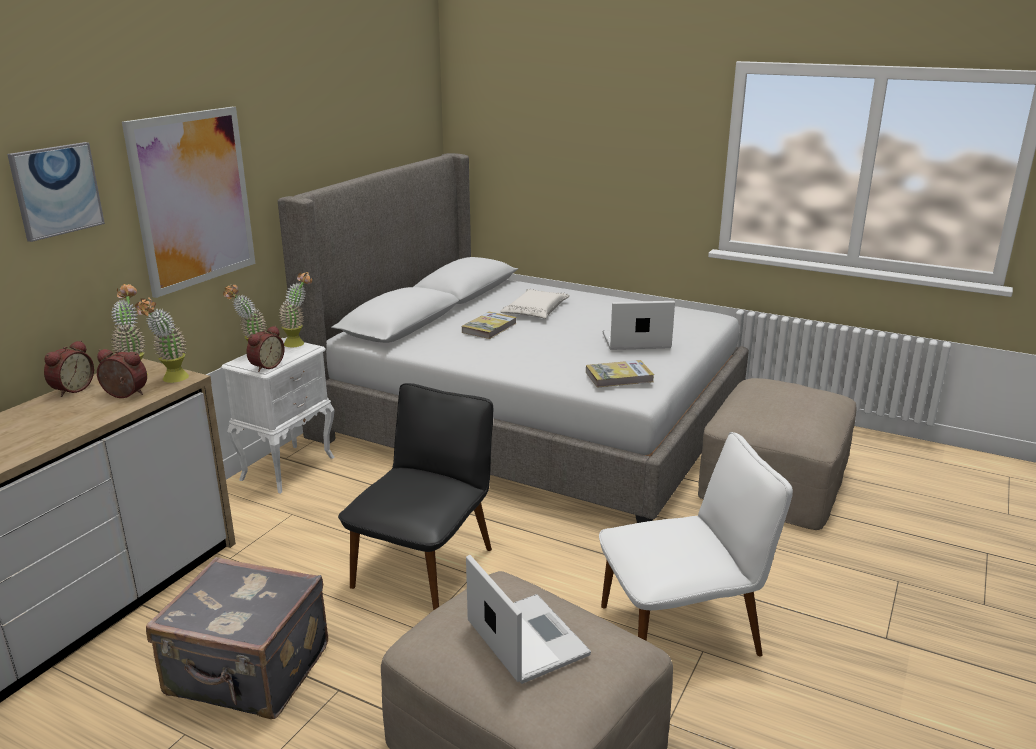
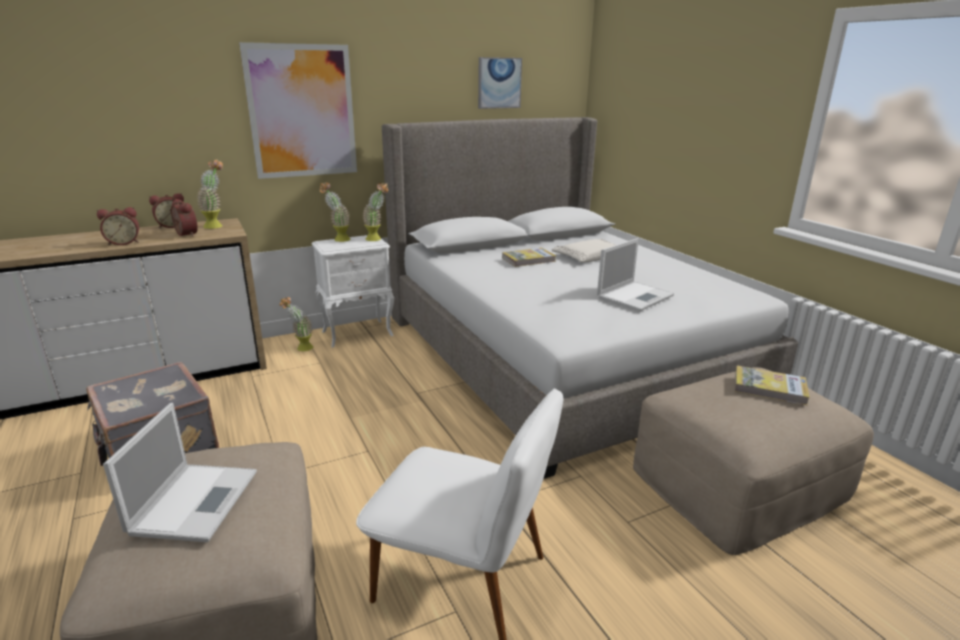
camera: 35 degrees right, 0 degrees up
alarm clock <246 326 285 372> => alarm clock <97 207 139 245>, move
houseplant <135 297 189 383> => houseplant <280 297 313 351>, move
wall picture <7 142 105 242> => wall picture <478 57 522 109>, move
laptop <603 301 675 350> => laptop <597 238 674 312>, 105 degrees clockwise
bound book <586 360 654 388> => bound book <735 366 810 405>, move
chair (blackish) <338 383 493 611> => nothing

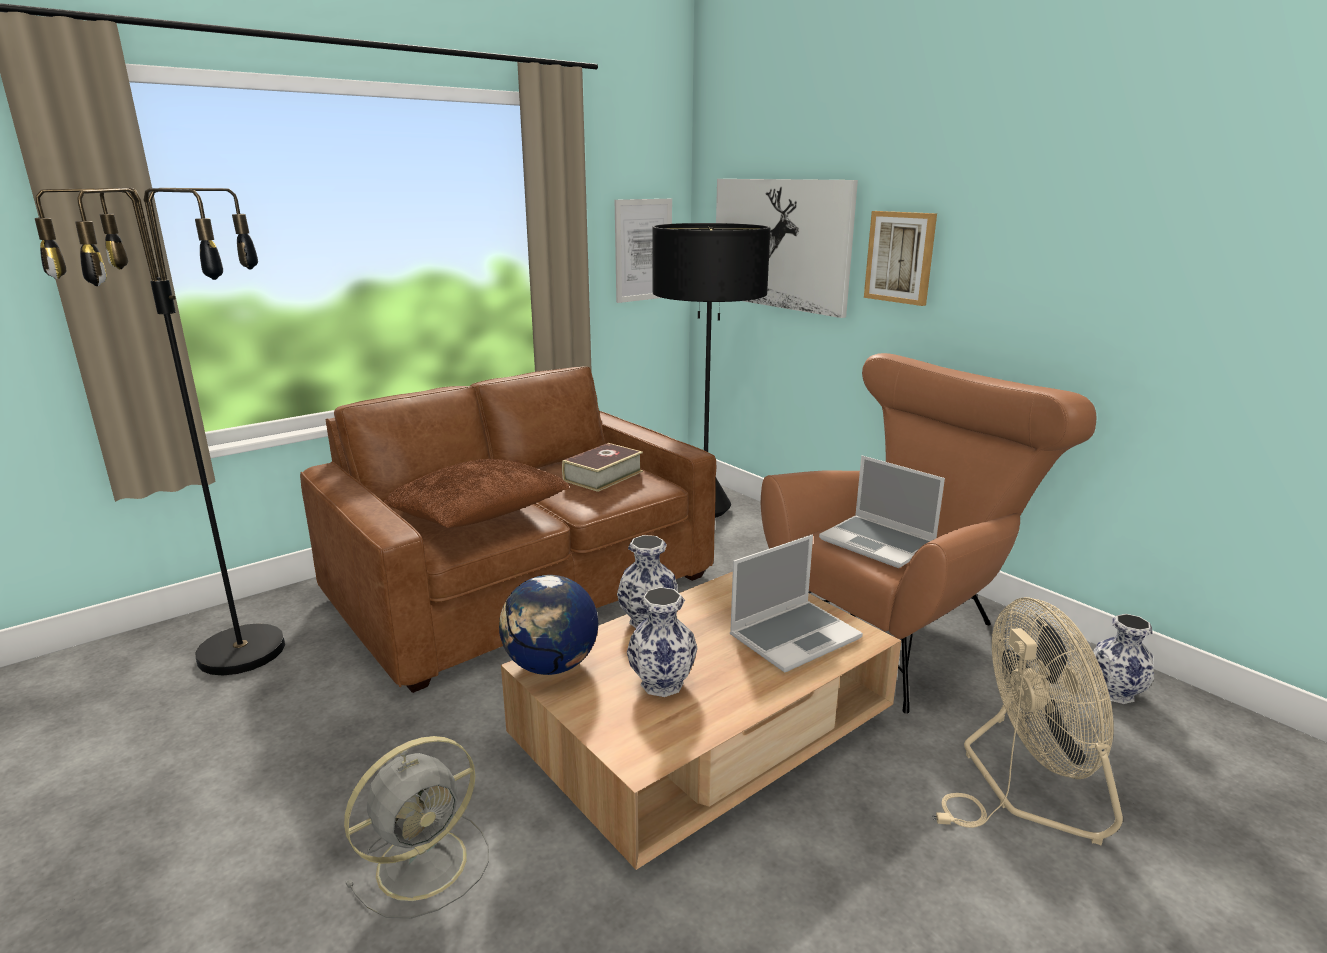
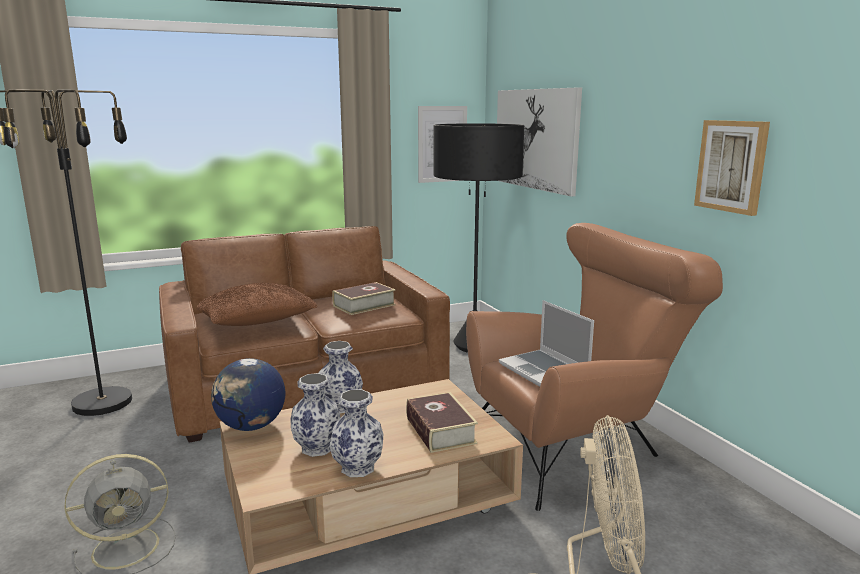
camera: 15 degrees right, 5 degrees down
flower vase <1092 614 1154 704> => flower vase <329 389 383 477>, move
laptop <730 535 863 672> => bound book <406 392 478 453>
wall picture <864 211 937 306> => wall picture <694 120 770 216>, move

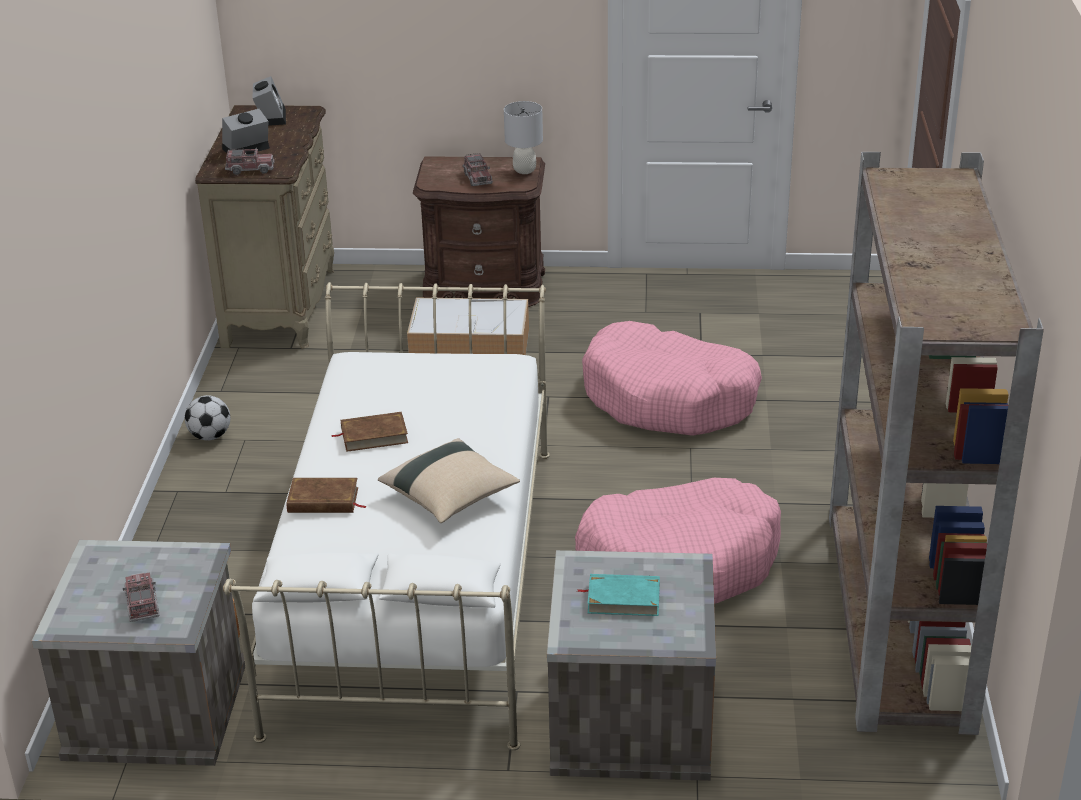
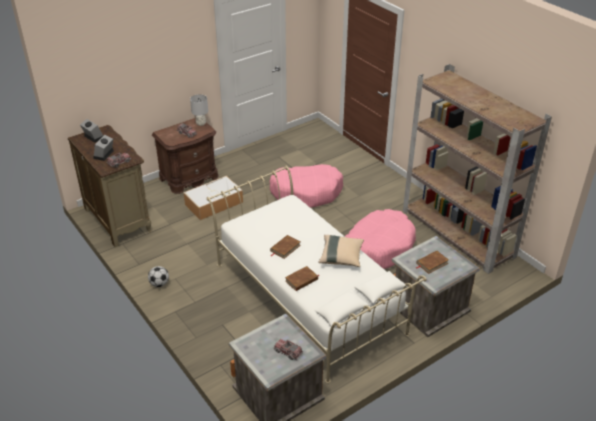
camera: 40 degrees left, 5 degrees up
bound book (turquoise) <577 574 660 616> => bound book (brown) <416 251 449 274>

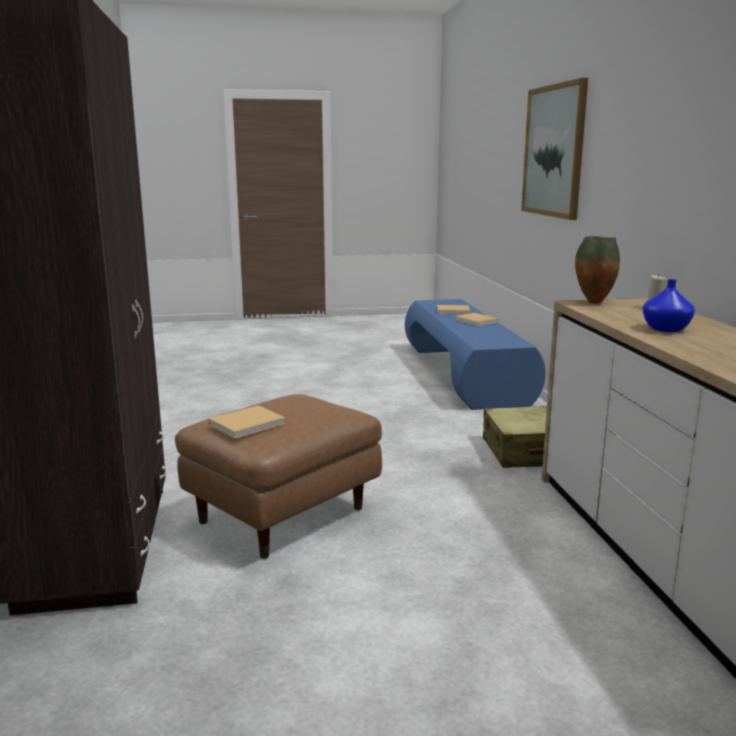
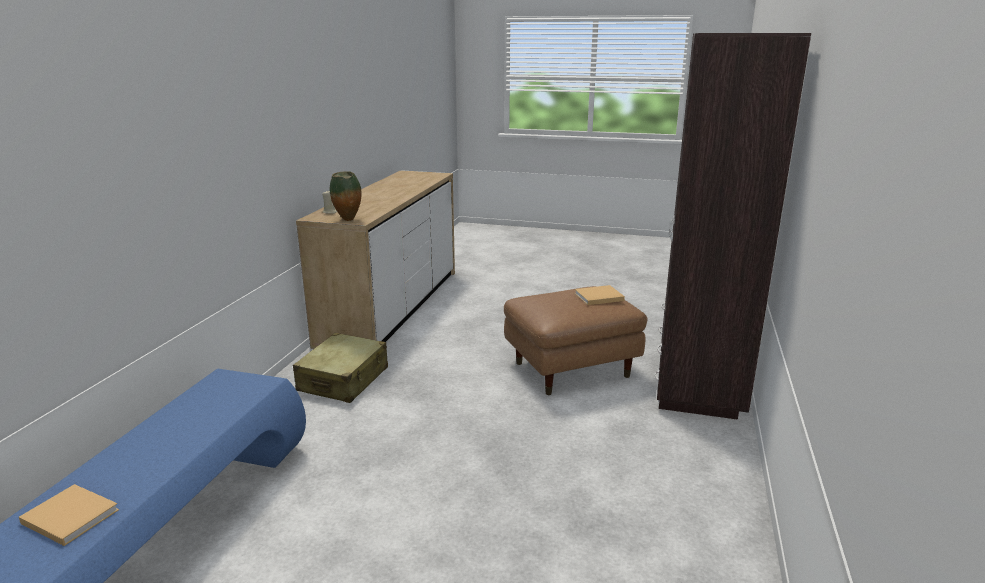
camera: 155 degrees left, 5 degrees up
bound book (beige) <455 313 498 326> => nothing
wall picture <521 78 588 220> => nothing
flower vase (blue) <643 279 695 332> => nothing

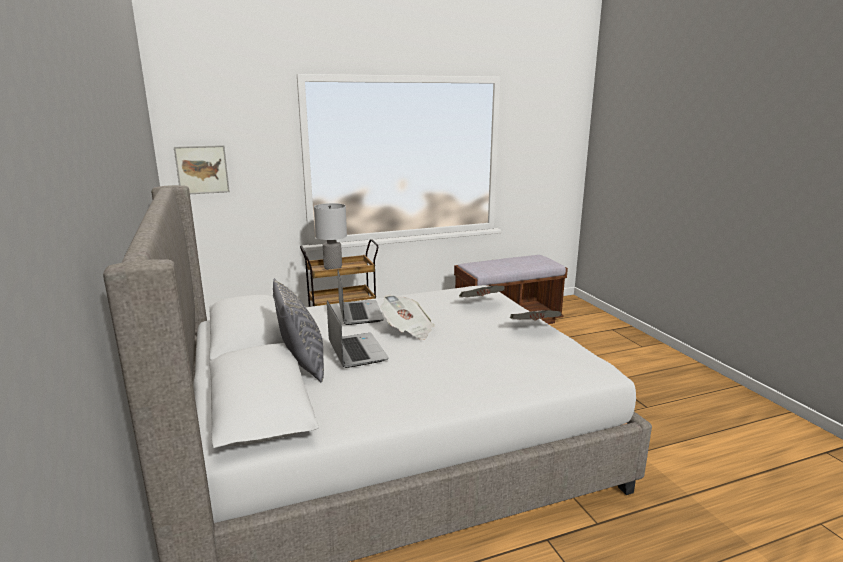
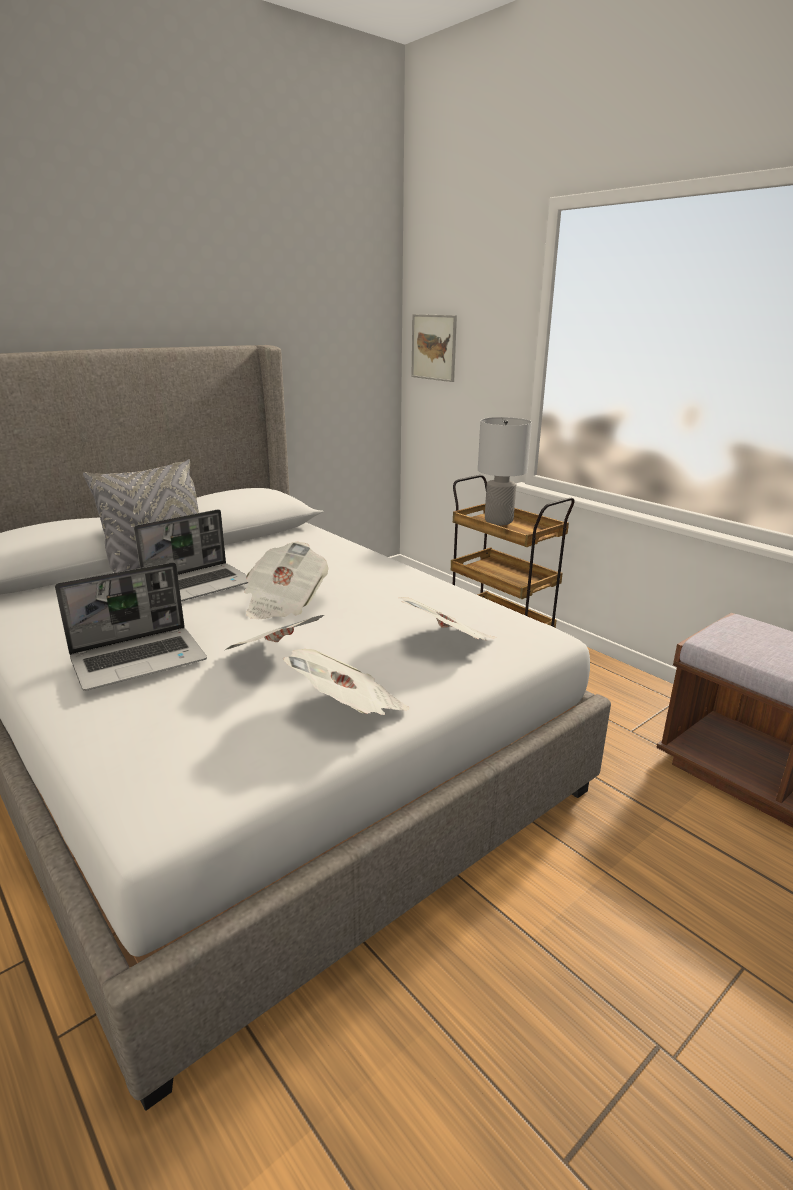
camera: 70 degrees right, 5 degrees up
laptop <338 270 384 325> => laptop <55 562 207 691>, move
nothing => printed paper <225 615 324 650>

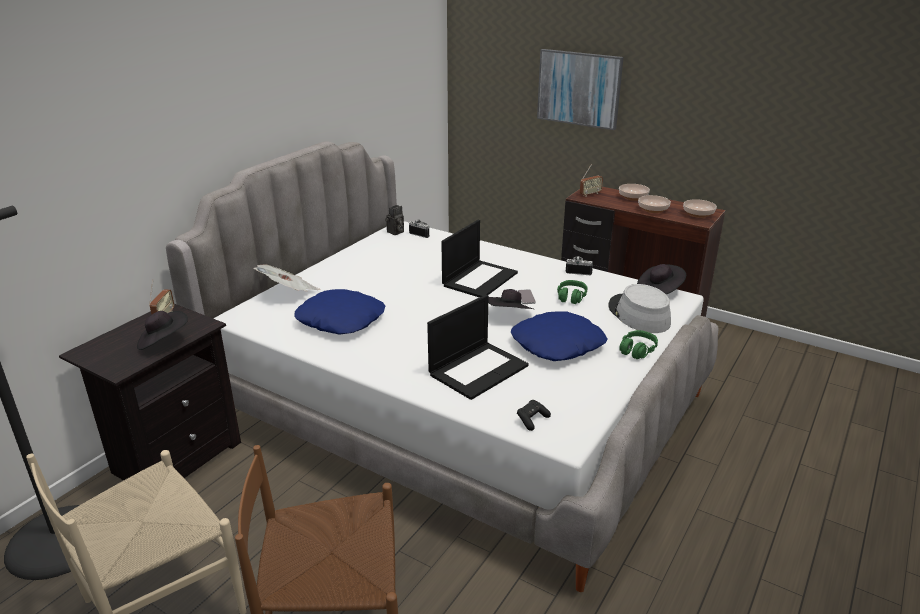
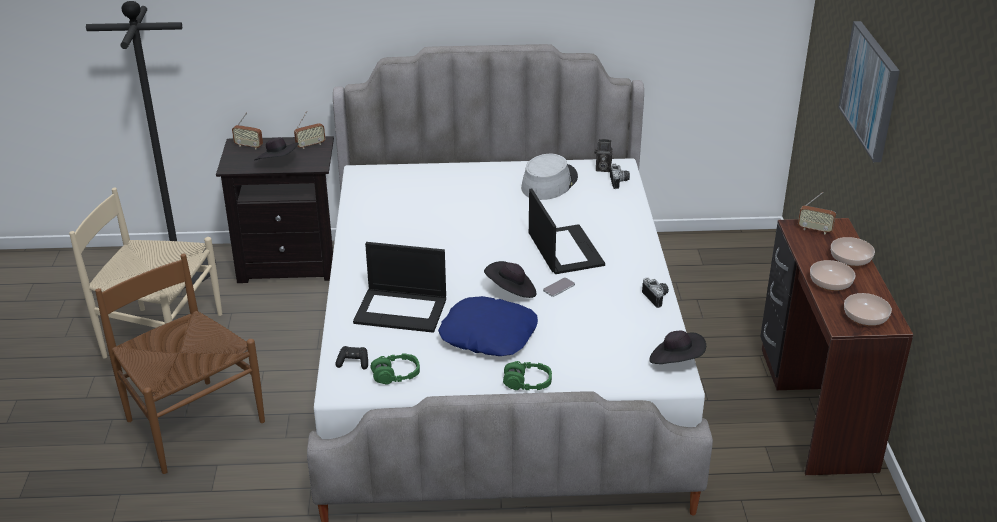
camera: 55 degrees right, 5 degrees up
nothing => radio set <232 112 263 149>
headset (green) <557 280 588 304> => headset (green) <370 354 420 384>, move
clothing hat (grey) <608 284 671 333> => clothing hat (grey) <521 154 578 200>, move
laptop <441 220 518 297> => laptop <529 189 605 274>, 105 degrees counterclockwise
printed paper <254 265 320 291> => nothing
cushion (blue) <294 289 385 335> => nothing

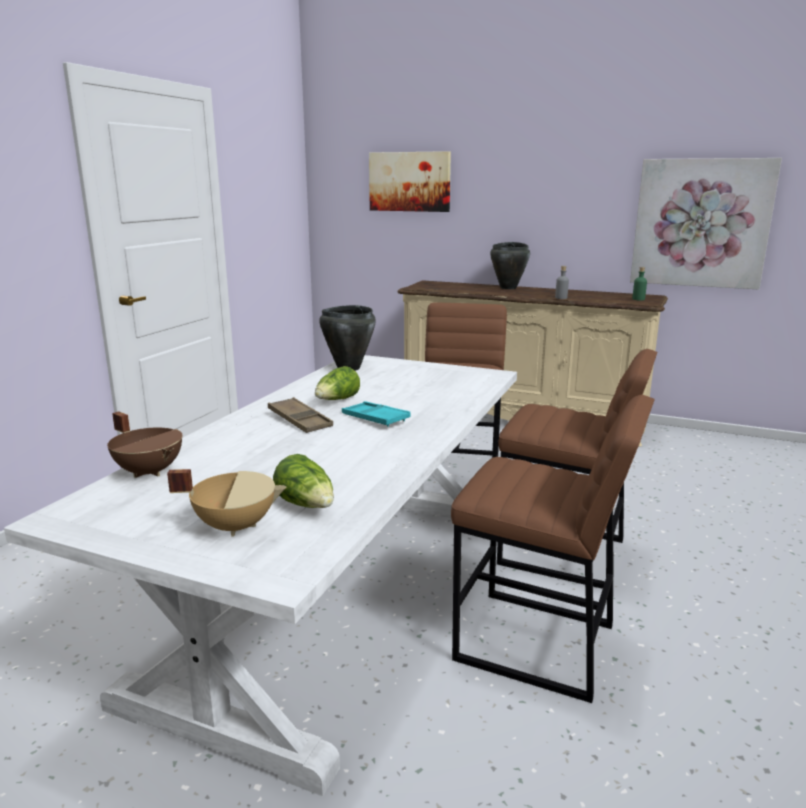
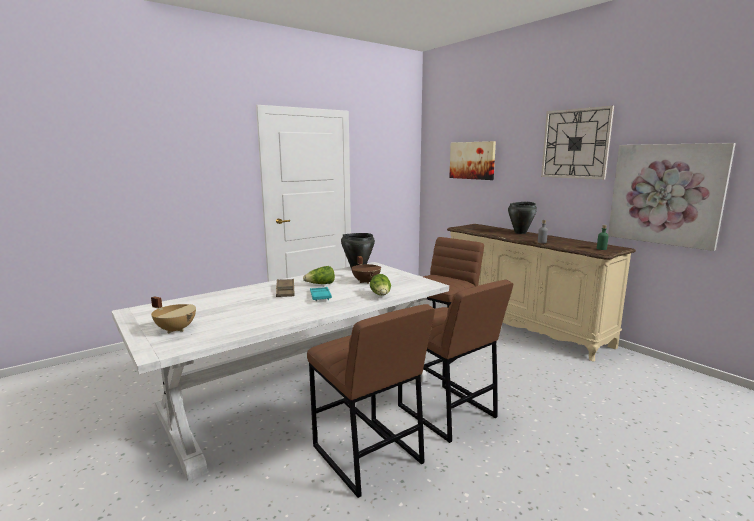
camera: 30 degrees right, 5 degrees down
stockpot (brown) <107 411 183 478> => stockpot (brown) <351 256 381 284>, move
head of lettuce <273 454 334 508> => head of lettuce <370 274 391 295>, move
nothing => clock on the wall <541 106 614 179>

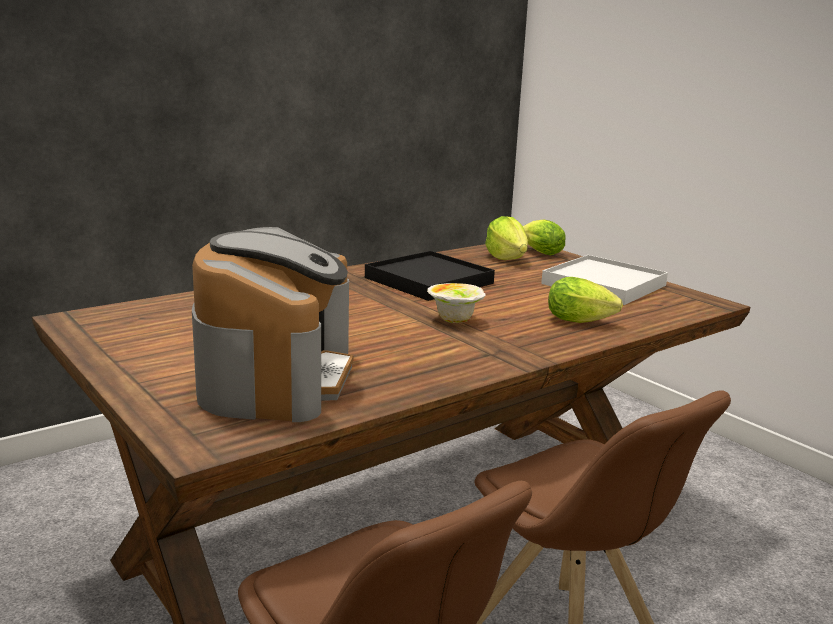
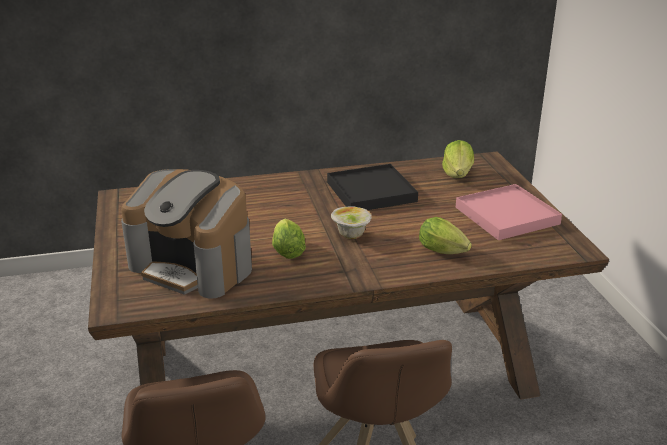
camera: 25 degrees right, 10 degrees up
coffee brewer <192 227 353 422> => coffee brewer <121 169 252 299>, 90 degrees clockwise
head of lettuce <523 219 566 255> => head of lettuce <272 219 306 259>, move
carrying tray (whitish) <541 255 668 305> => carrying tray (pink) <456 184 562 240>

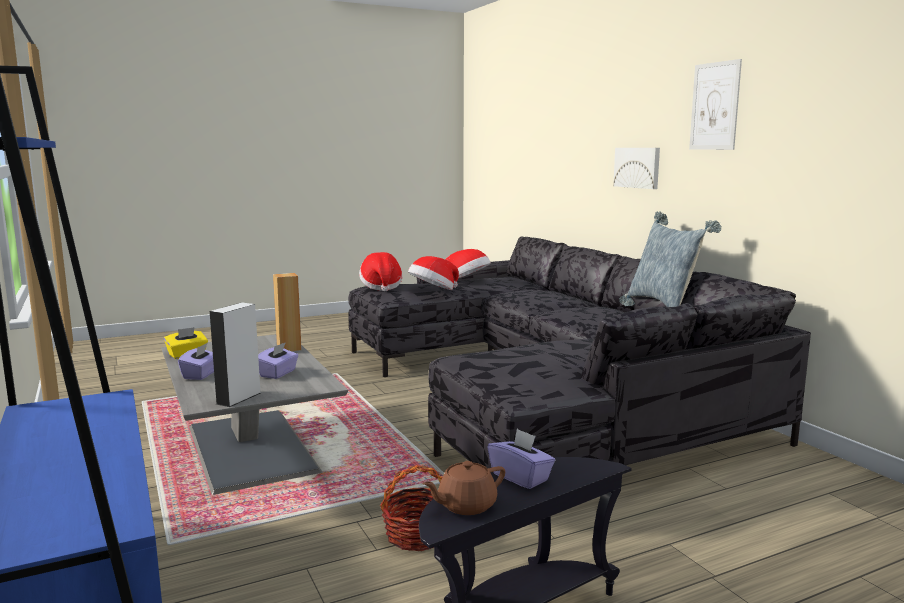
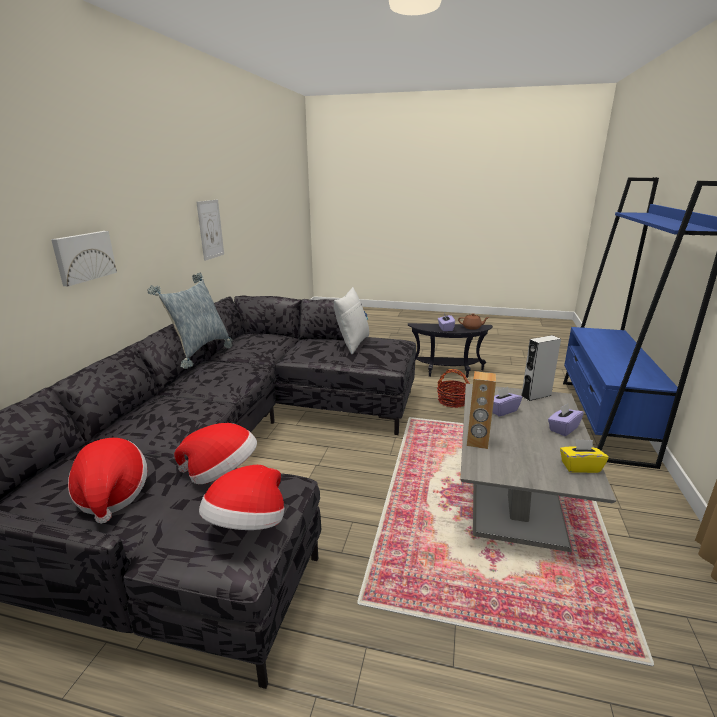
camera: 140 degrees left, 10 degrees up
wall picture <689 59 742 150> => wall picture <196 200 224 261>, move
nothing => cushion (grey) <334 287 369 354>

